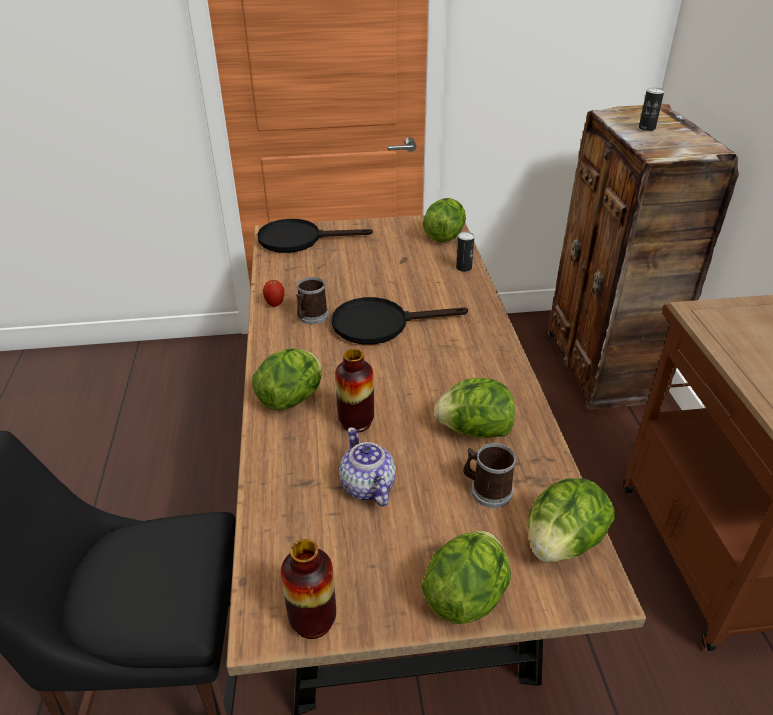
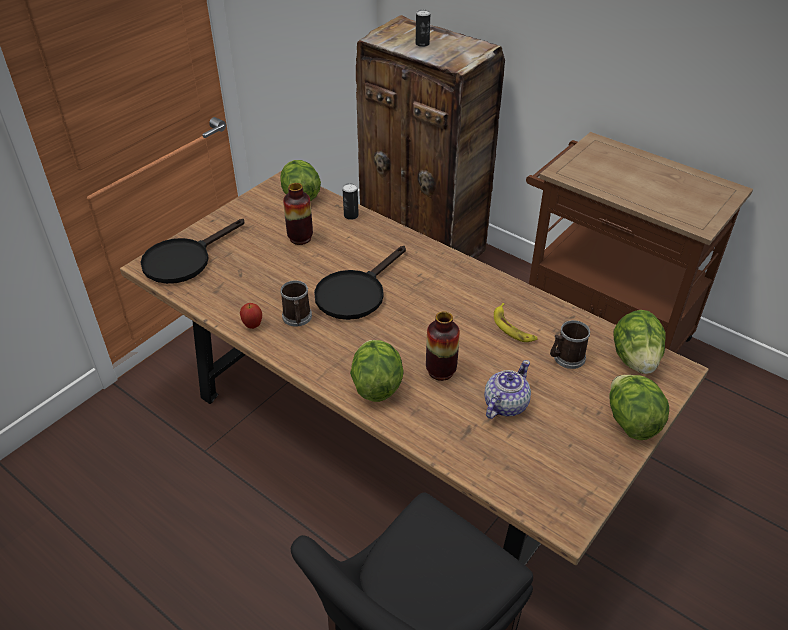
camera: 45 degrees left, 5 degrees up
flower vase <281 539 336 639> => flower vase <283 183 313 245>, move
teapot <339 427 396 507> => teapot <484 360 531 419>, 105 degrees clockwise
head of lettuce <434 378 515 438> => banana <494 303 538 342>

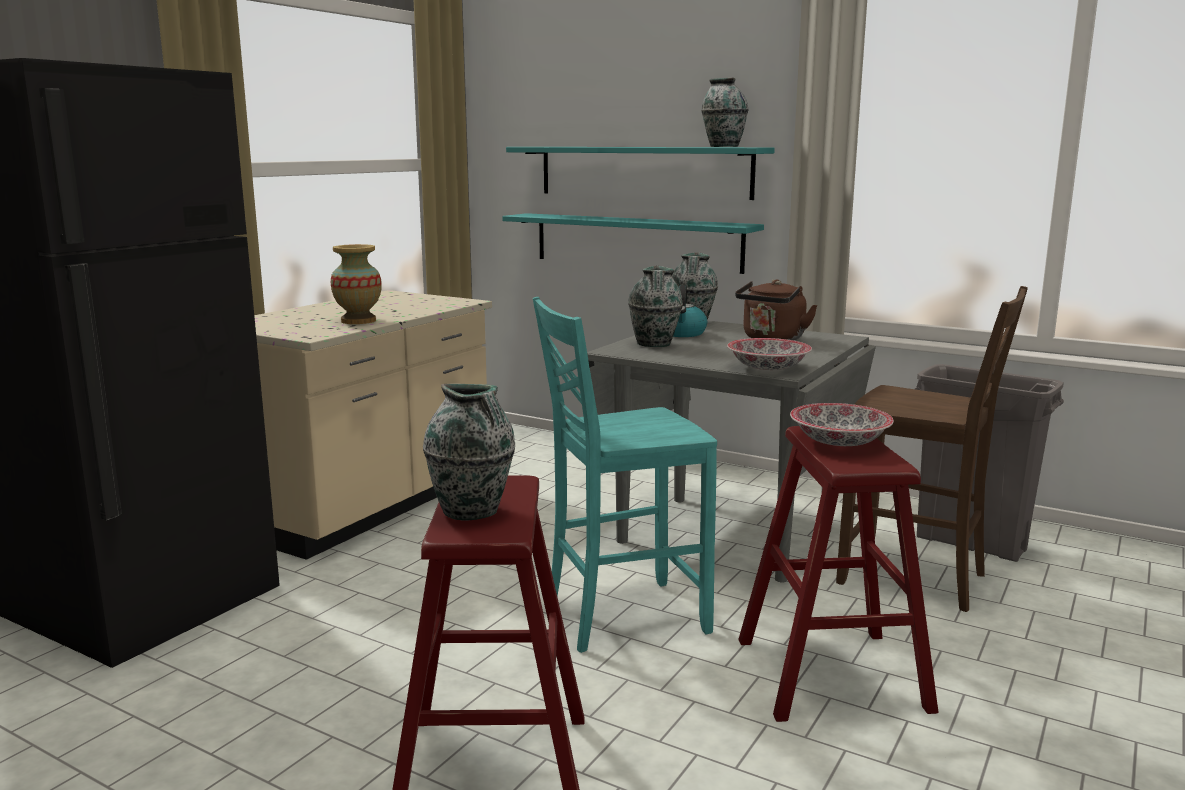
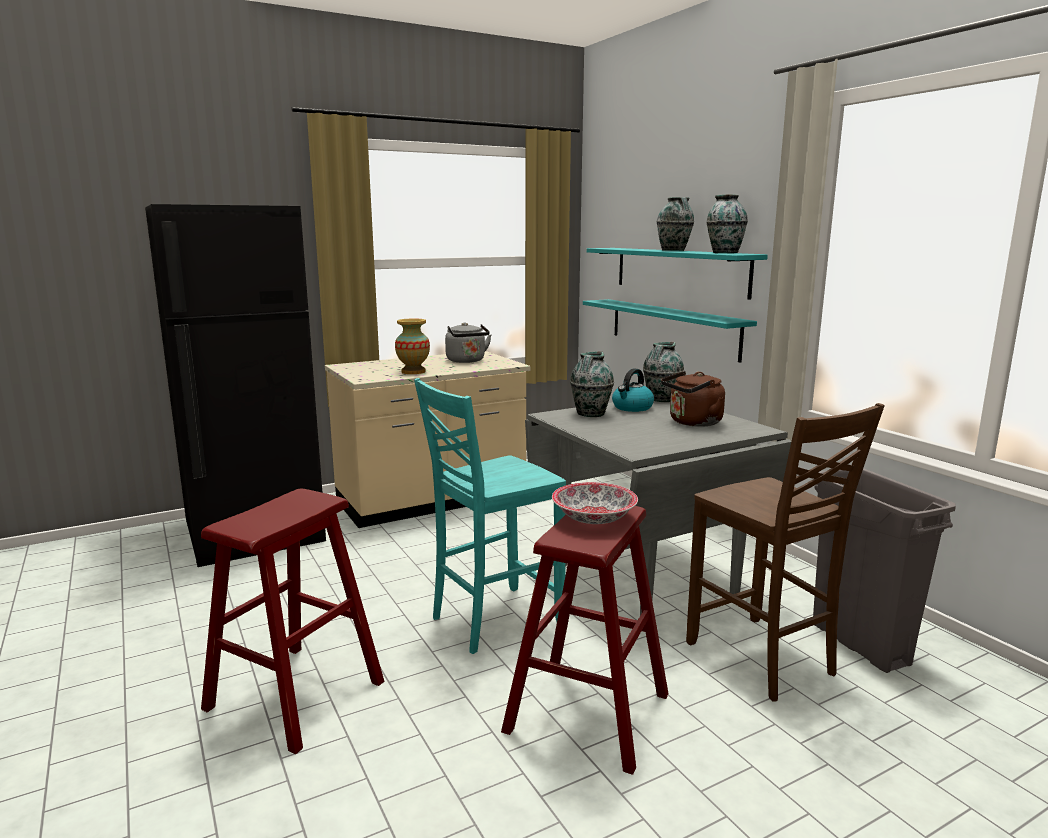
camera: 30 degrees right, 0 degrees up
chair (turquoise) <533 297 717 653> => chair (turquoise) <414 378 566 654>, 45 degrees counterclockwise
nothing => tea kettle (grey) <445 322 491 363>
flower vase <423 384 515 520> => flower vase <657 197 694 251>, move
serving bowl <727 338 812 370> => nothing

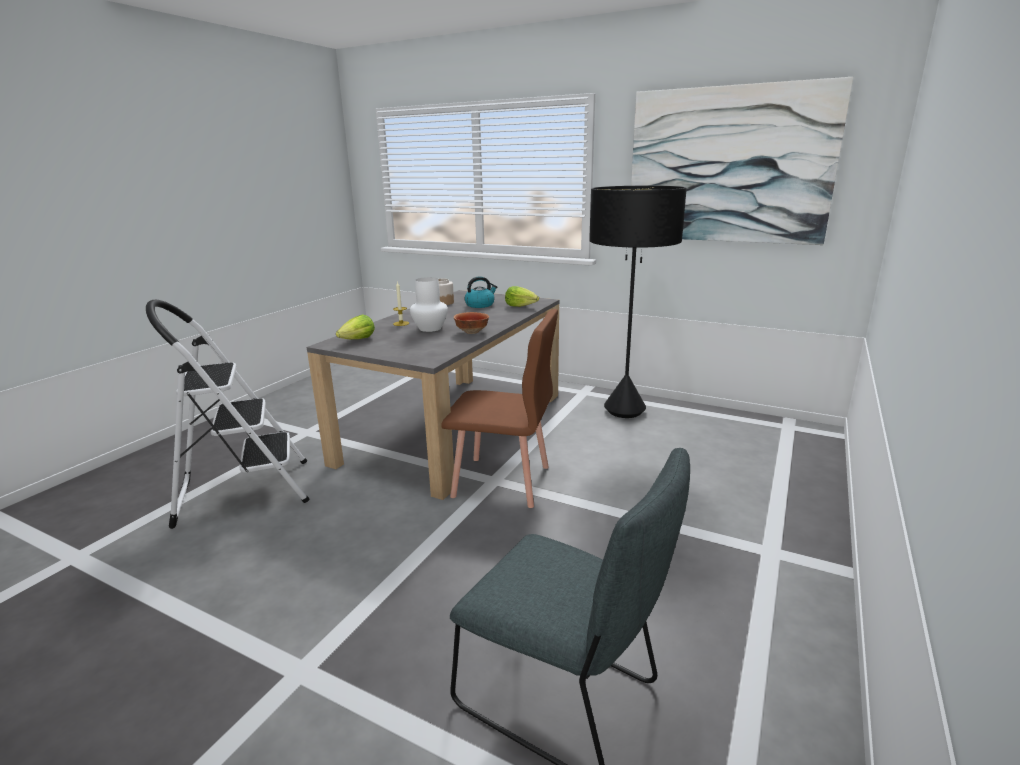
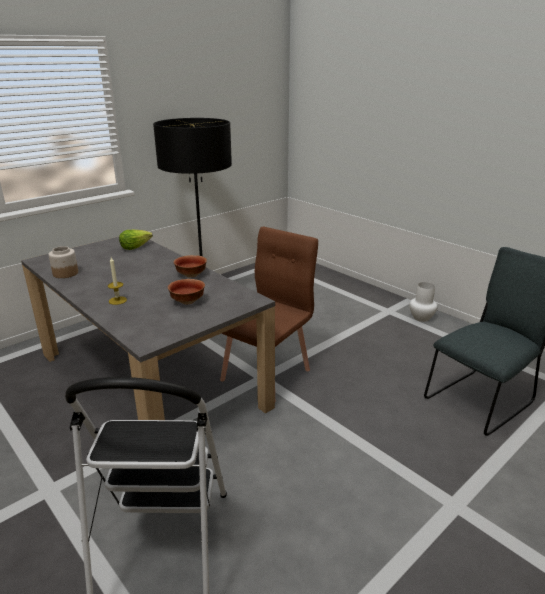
camera: 70 degrees left, 5 degrees up
nothing => serving bowl <168 279 205 305>
flower vase (whitish) <410 277 448 332> => flower vase (whitish) <410 282 438 322>, move
head of lettuce <336 314 375 339> => nothing
tea kettle <465 276 497 308> => nothing
wall picture <631 77 853 245> => nothing

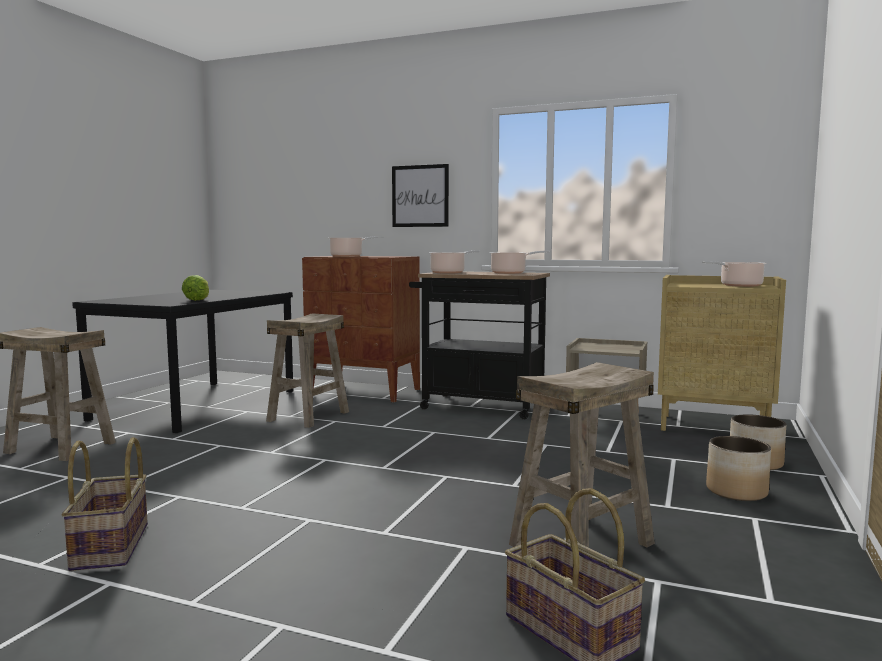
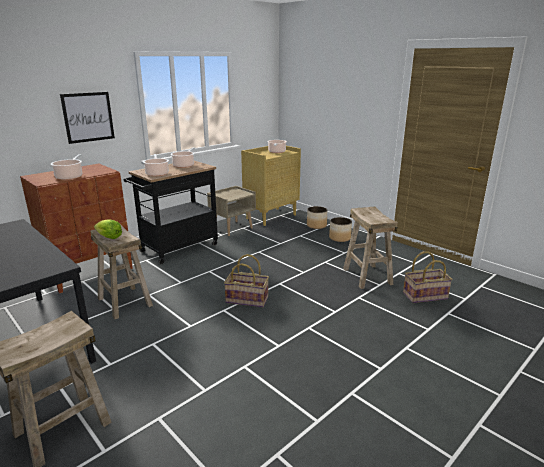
camera: 65 degrees left, 15 degrees up
head of lettuce <182 275 209 301> => head of lettuce <94 219 122 239>, move
household basket <62 437 148 571> => household basket <224 254 269 307>, move

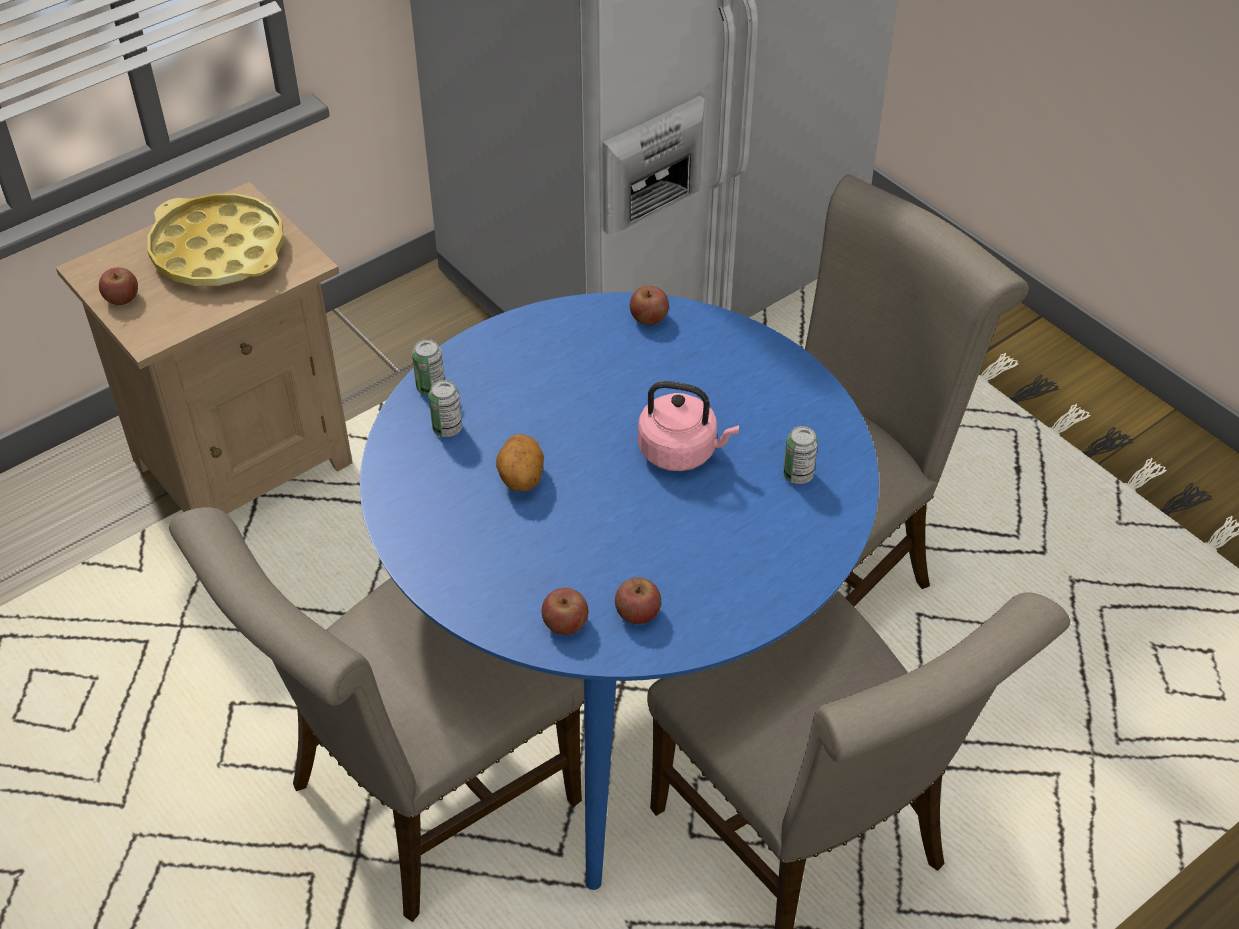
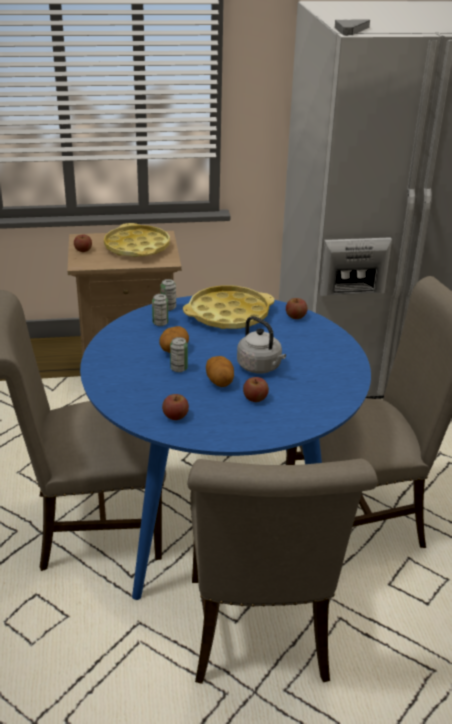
camera: 30 degrees right, 15 degrees down
metal can <783 426 818 484> => metal can <170 337 188 372>, move
nothing => carrying tray (yellowish) <183 285 275 329>
nothing => whole potato <206 356 234 387>
tea kettle (pink) <638 381 739 471> => tea kettle (grey) <237 316 286 373>
apple fruit <542 588 588 635> => apple fruit <243 377 269 402>, move

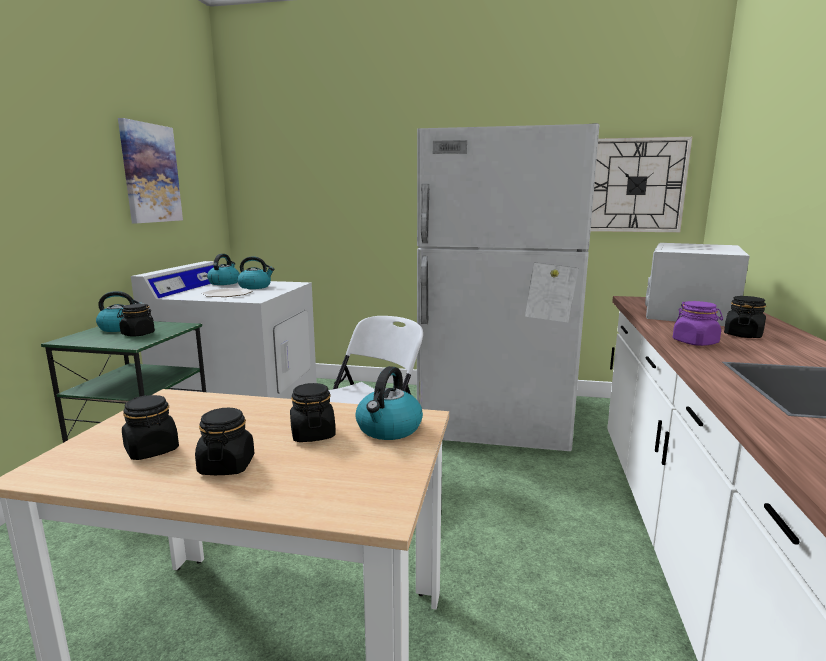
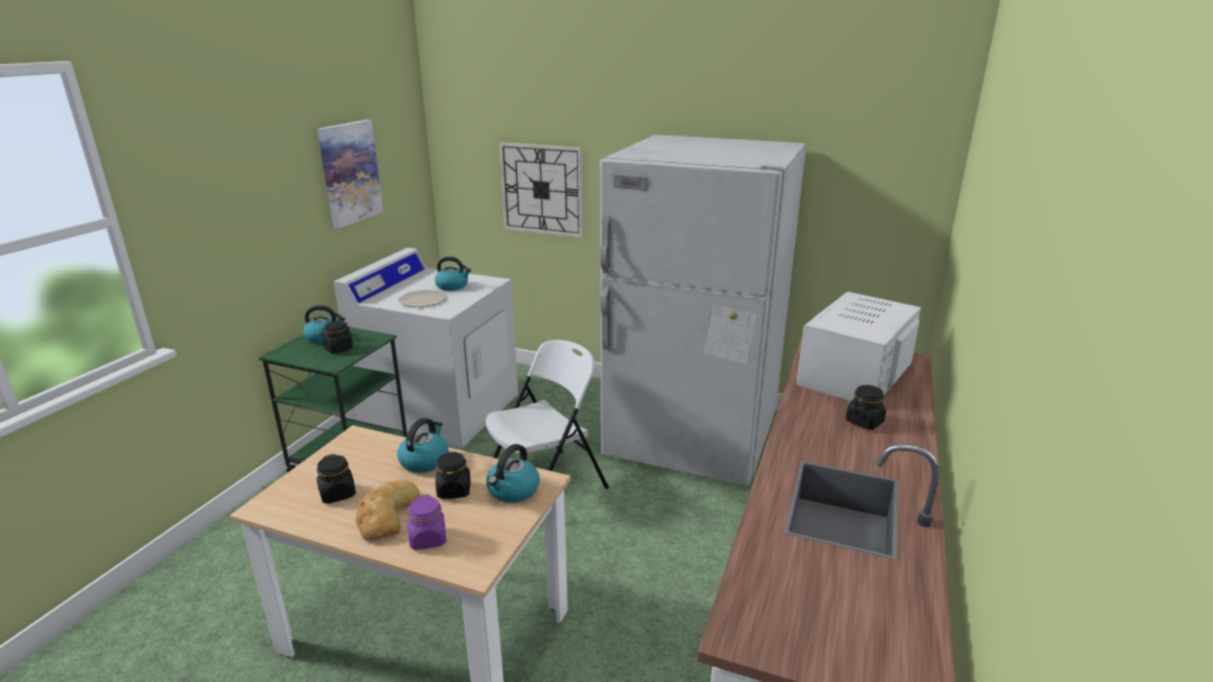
camera: 10 degrees right, 10 degrees up
jar (blackish) <195 408 254 475> => bread <356 480 420 541>
tea kettle <207 254 240 285> => tea kettle <397 418 449 473>, move
jar (purple-coloured) <673 301 723 346> => jar (purple-coloured) <408 495 446 550>, move
clock on the wall <591 137 692 232> => clock on the wall <499 142 583 238>, move

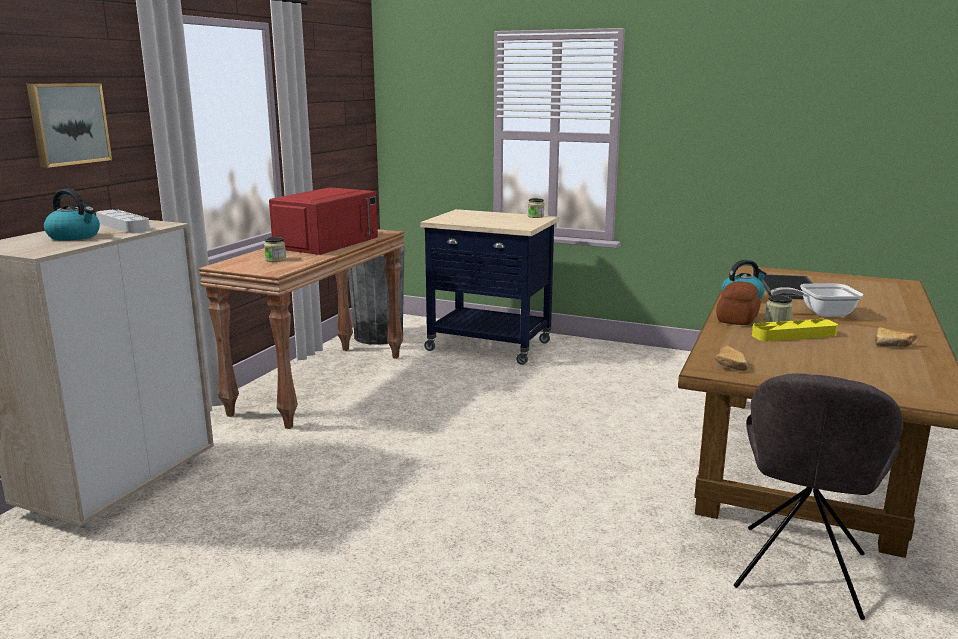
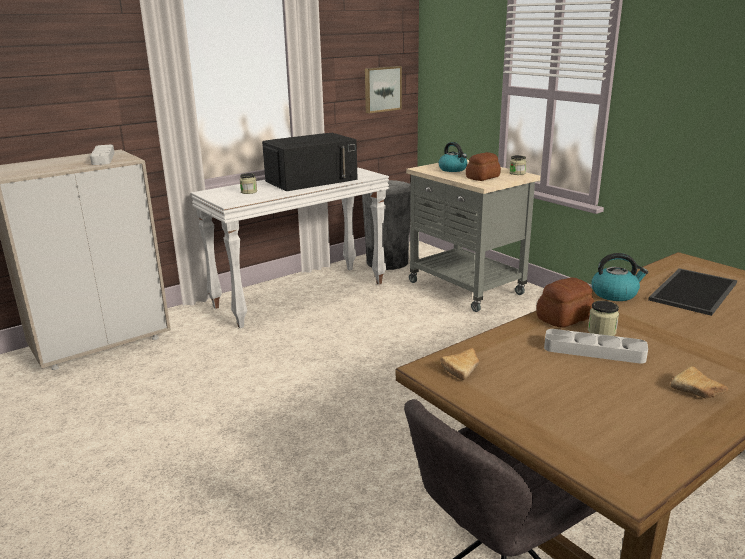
camera: 30 degrees right, 5 degrees up
narrow table (brown) <199 229 404 429> => narrow table (whitish) <191 167 389 328>
kitchen microwave (reddish) <269 187 378 255> => kitchen microwave (blackish) <262 133 358 191>
wall picture <27 83 112 168> => wall picture <365 66 402 113>, move
wheeled cart (blue) <420 209 559 365> => wheeled cart (grey) <406 160 540 312>
tea kettle <44 189 100 241> => tea kettle <438 142 467 172>, move
nothing => bread <466 152 501 181>
carrying tray (yellowish) <752 319 838 341> => carrying tray (grey) <544 329 648 364>
skillet <771 283 863 317> => nothing

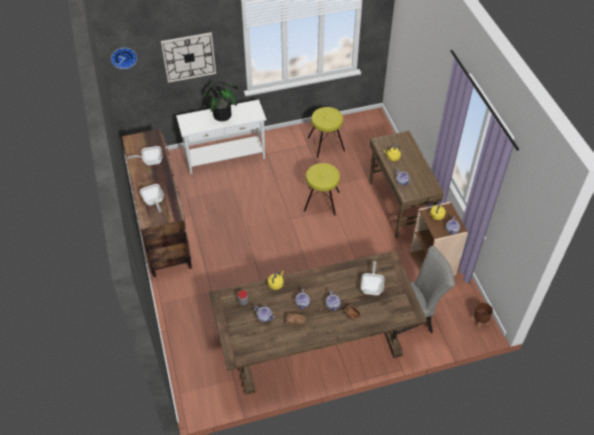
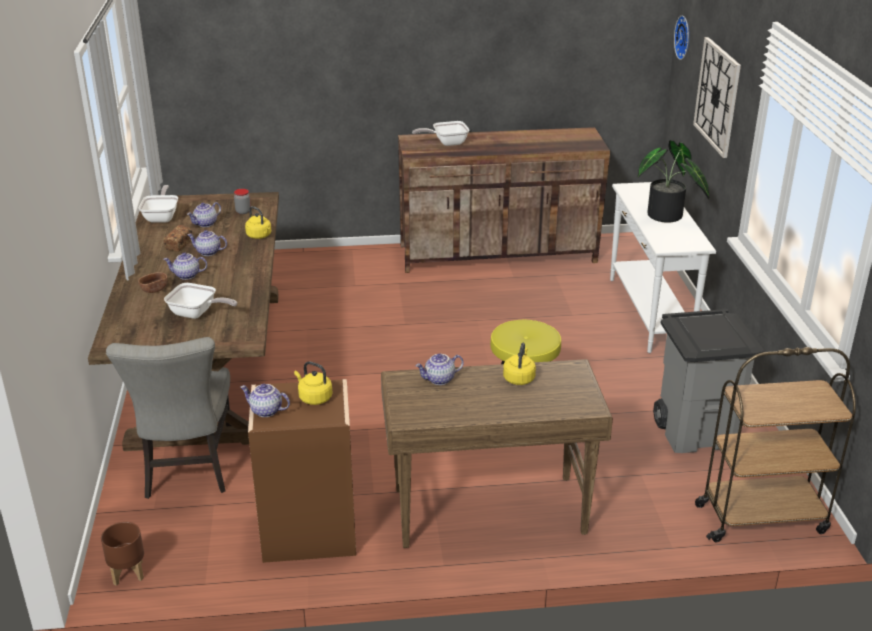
camera: 100 degrees right, 20 degrees down
skillet <127 146 163 165> => skillet <139 185 178 223>, move
sitting stool (yellowish) <308 107 345 158> => rubbish bin (grey) <653 309 765 453>
nothing => wheeled cart (brown) <695 347 856 543>

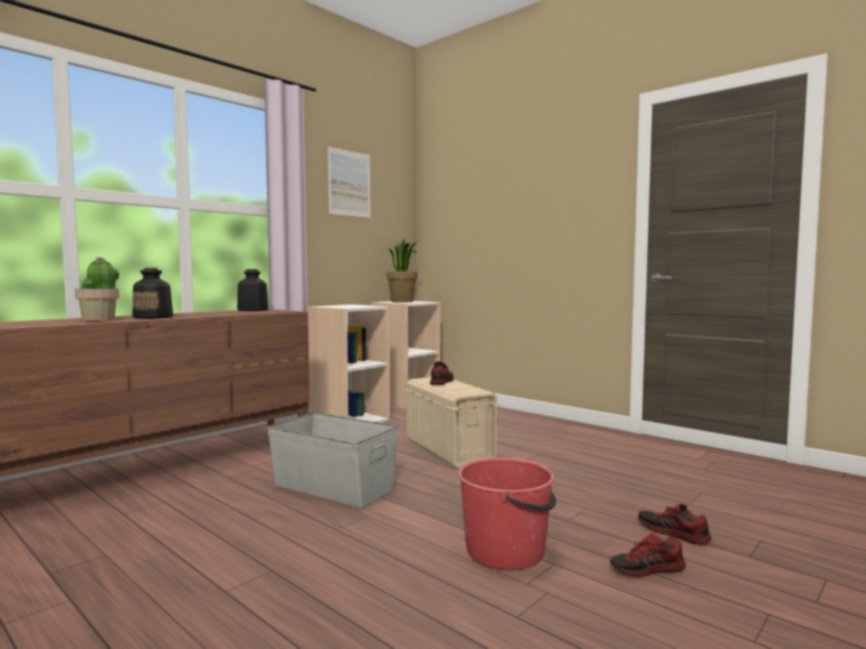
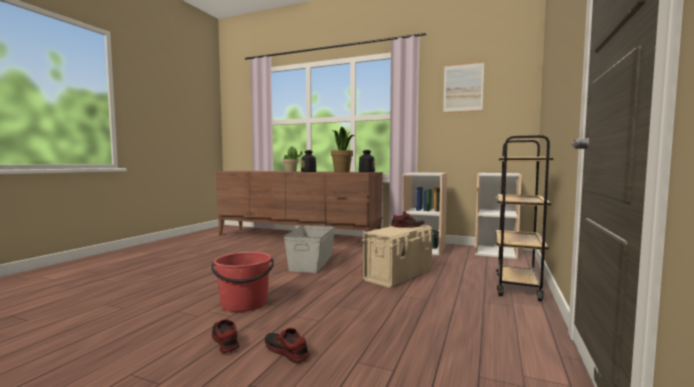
camera: 70 degrees right, 0 degrees up
item of footwear <638 503 712 545> => item of footwear <265 328 310 363>, 75 degrees counterclockwise
houseplant <387 239 419 302> => houseplant <331 127 355 172>, move
nothing => wheeled cart (brown) <495 135 554 301>

